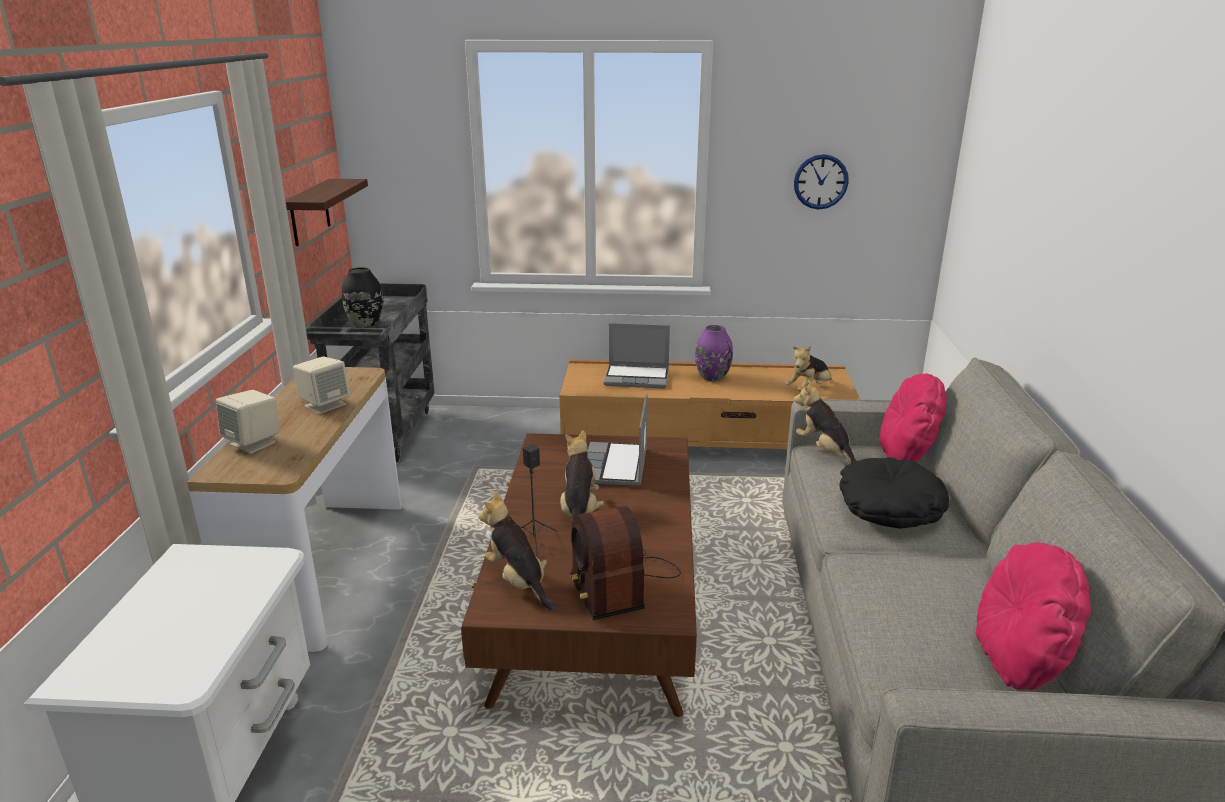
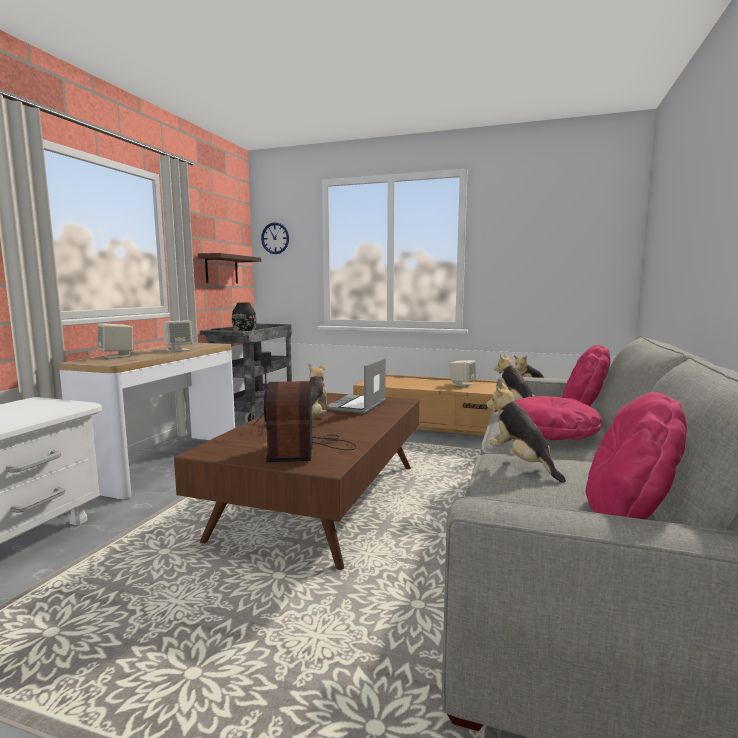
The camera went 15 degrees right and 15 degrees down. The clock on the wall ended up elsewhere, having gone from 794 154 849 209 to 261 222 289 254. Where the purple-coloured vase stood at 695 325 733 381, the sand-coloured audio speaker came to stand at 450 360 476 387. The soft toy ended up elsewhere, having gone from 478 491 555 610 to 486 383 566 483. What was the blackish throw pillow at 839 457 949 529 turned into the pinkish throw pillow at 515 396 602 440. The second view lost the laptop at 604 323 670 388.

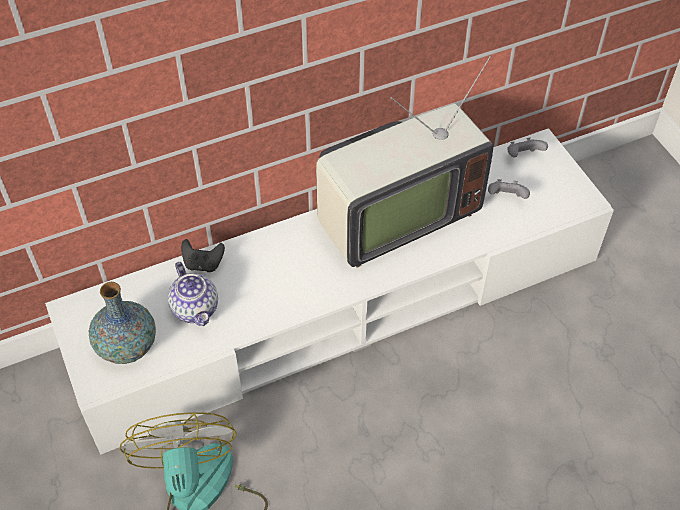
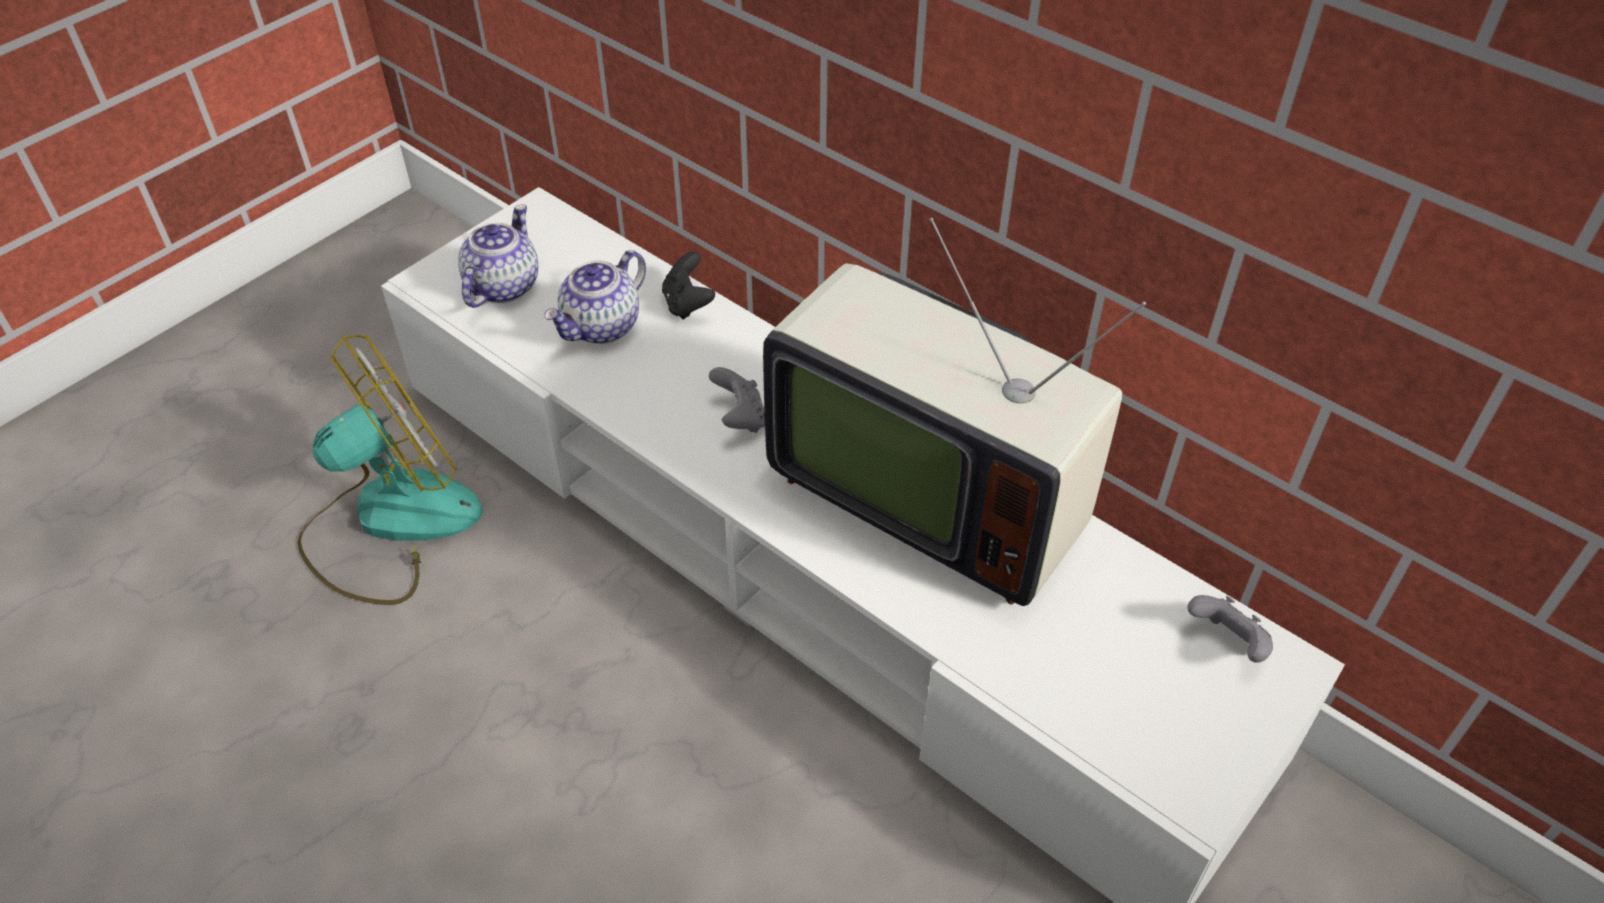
The camera went 65 degrees right and 5 degrees down. Where the vase stood at 89 282 156 364, the tea pot came to stand at 458 204 538 308. The gray gamepad ended up elsewhere, having gone from 488 179 530 199 to 709 367 765 433.

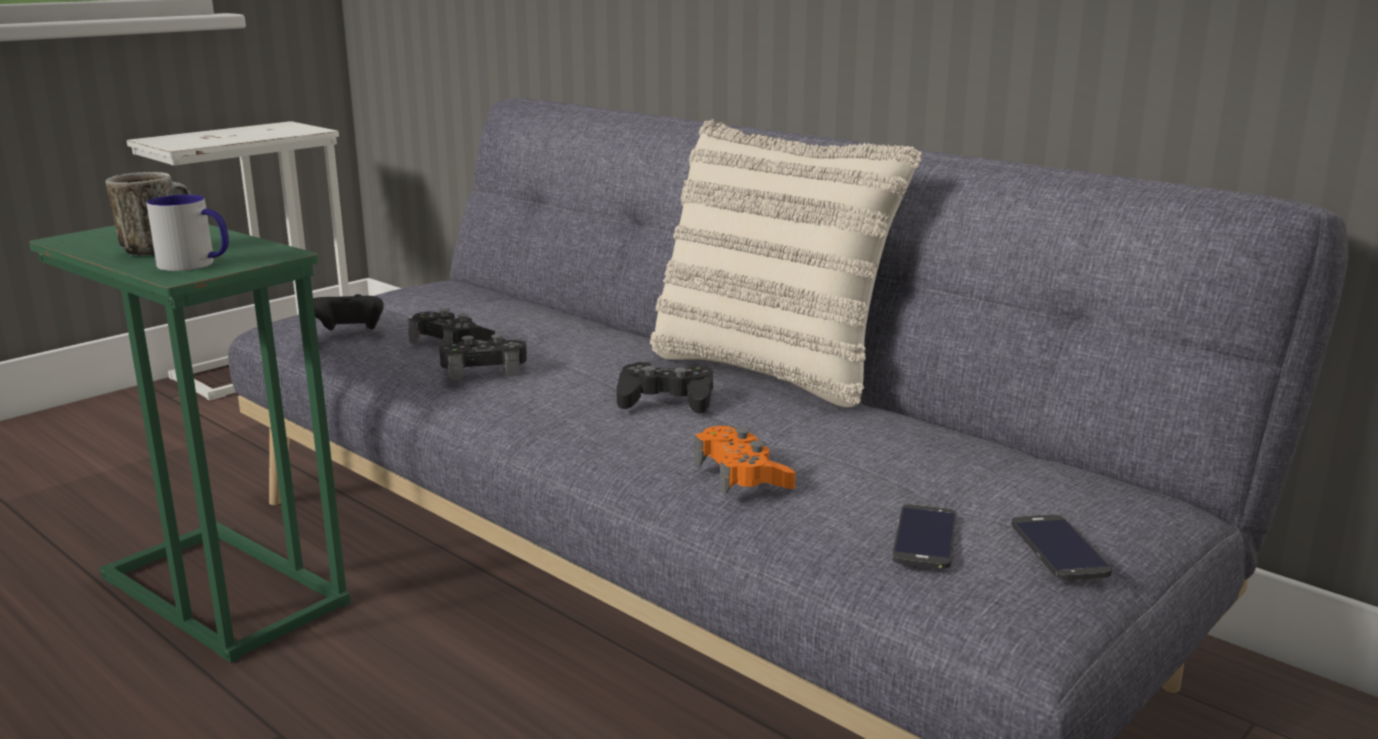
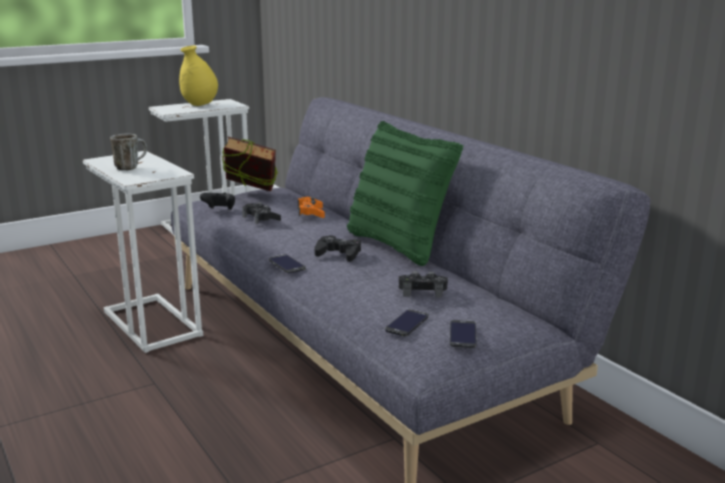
The camera went 15 degrees right and 0 degrees up. What was the green accent table at 29 225 351 663 turned into the white accent table at 83 151 203 353. The second view gained the yellow vase at 179 45 218 106. The second view gained the volume at 222 137 278 192. The second view gained the handset at 269 254 306 273. The orange-coloured gamepad ended up elsewhere, having gone from 694 426 795 495 to 298 197 325 218. What was the sand-coloured throw pillow at 650 119 922 407 turned into the green throw pillow at 347 121 464 266. The blackish gamepad ended up elsewhere, having gone from 439 334 527 380 to 399 271 448 298. The second view lost the mug at 146 194 229 271.

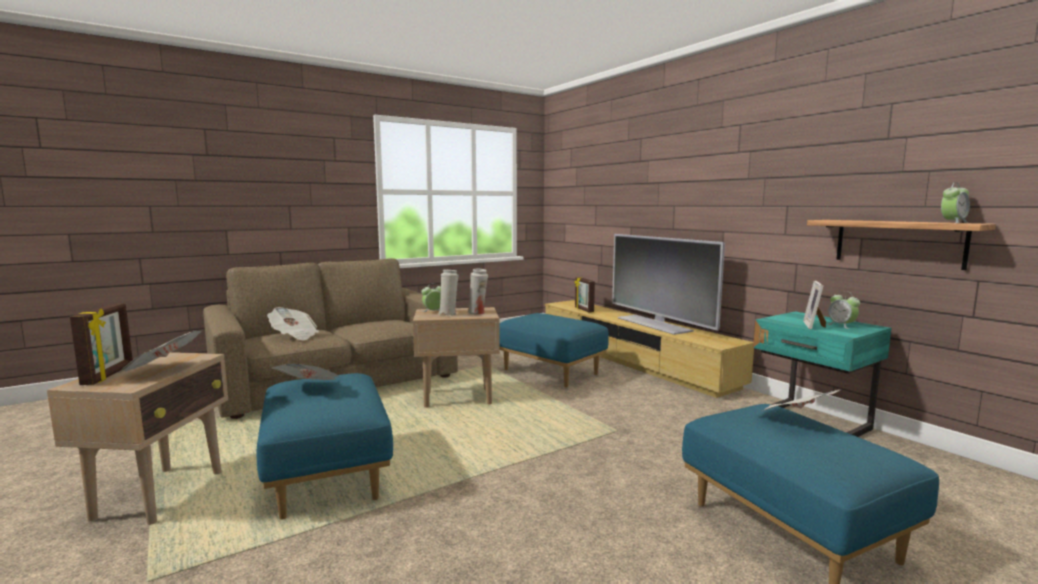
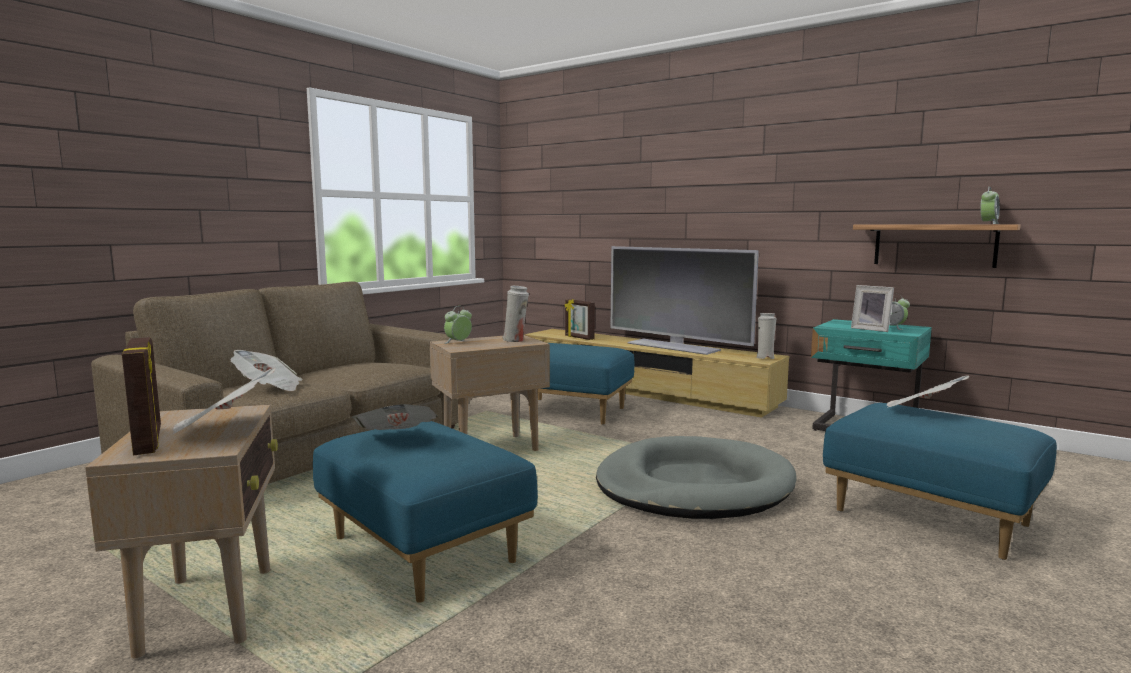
The camera went 20 degrees left and 0 degrees up. The second view gained the gray dog bed at 596 436 797 519. The white vase ended up elsewhere, having gone from 439 269 459 316 to 756 313 777 359. The photo frame at 803 281 826 329 ended up facing another way, 45 degrees counterclockwise from before.

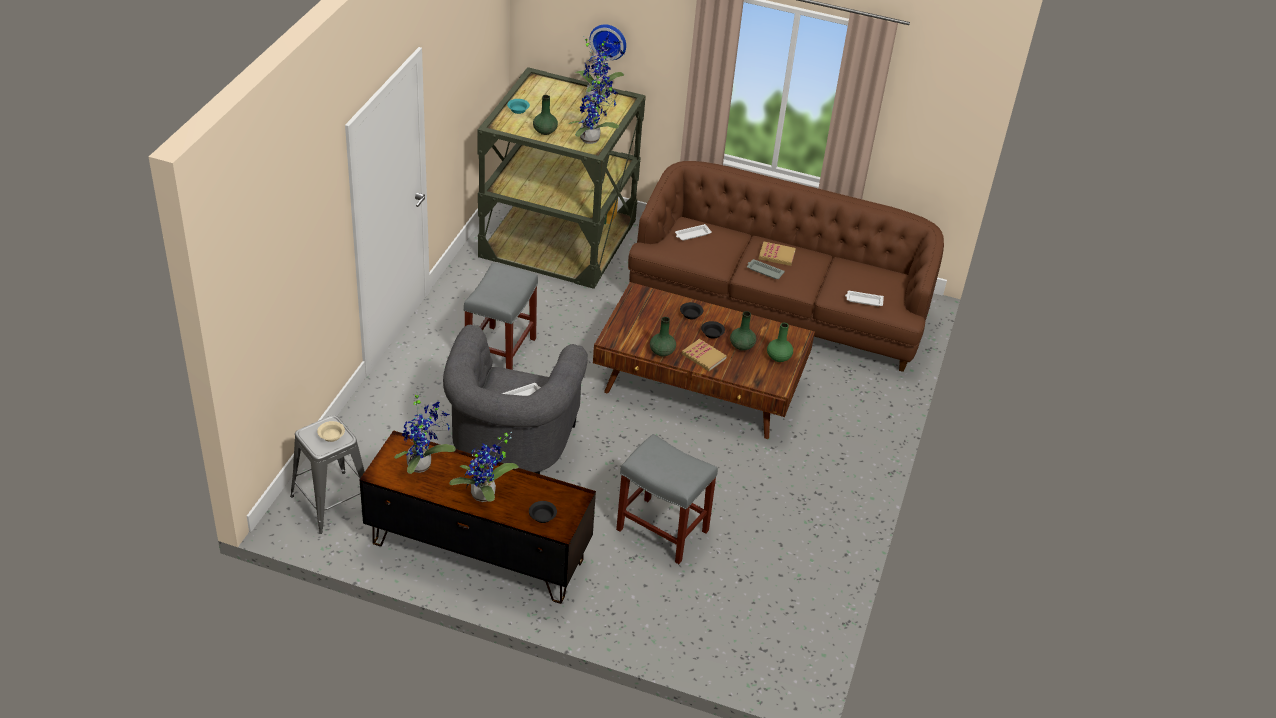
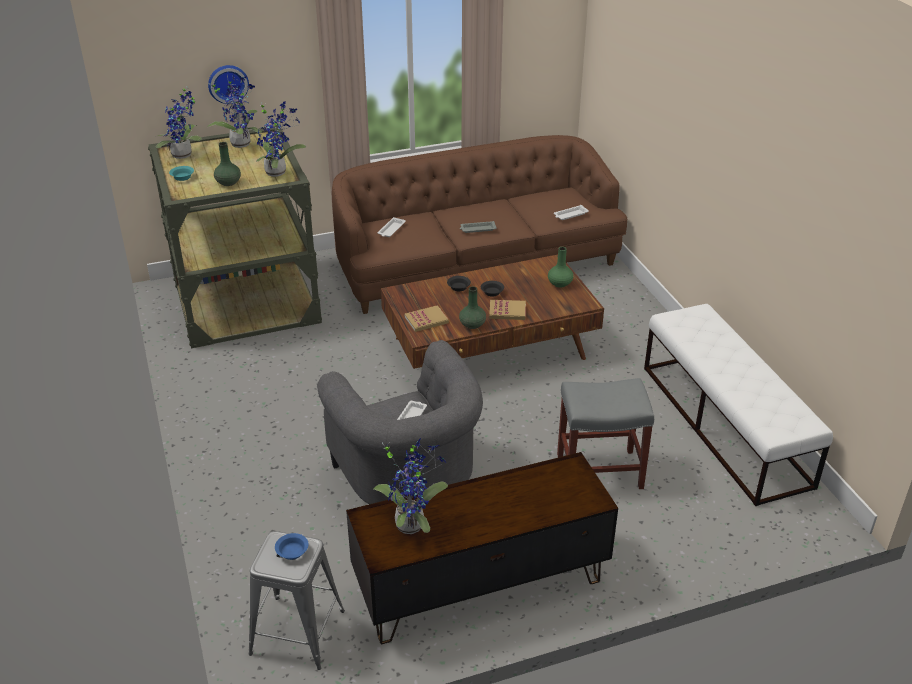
The camera went 35 degrees left and 5 degrees down. The potted plant ended up elsewhere, having gone from 449 432 519 502 to 155 86 202 159. What was the sand-coloured deep dish at 317 421 345 442 turned into the blue-coloured deep dish at 275 533 309 560. The volume ended up elsewhere, having gone from 759 242 796 266 to 405 305 449 332. The second view gained the white indoor bench at 644 304 833 506. The second view lost the gray sitting stool at 463 263 538 370. The second view lost the blackish deep dish at 529 501 557 523. The second view lost the green vase at 730 311 756 351.

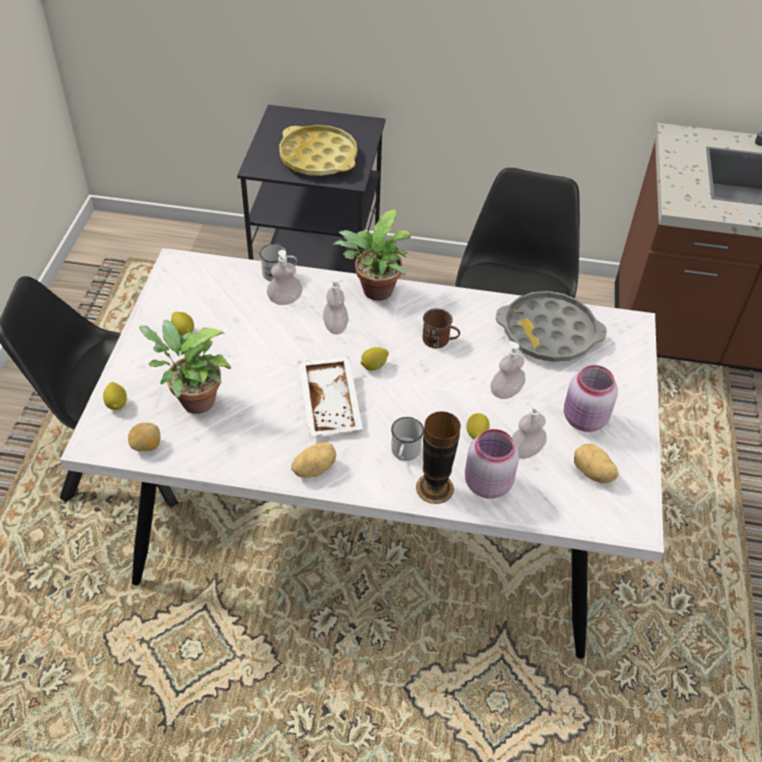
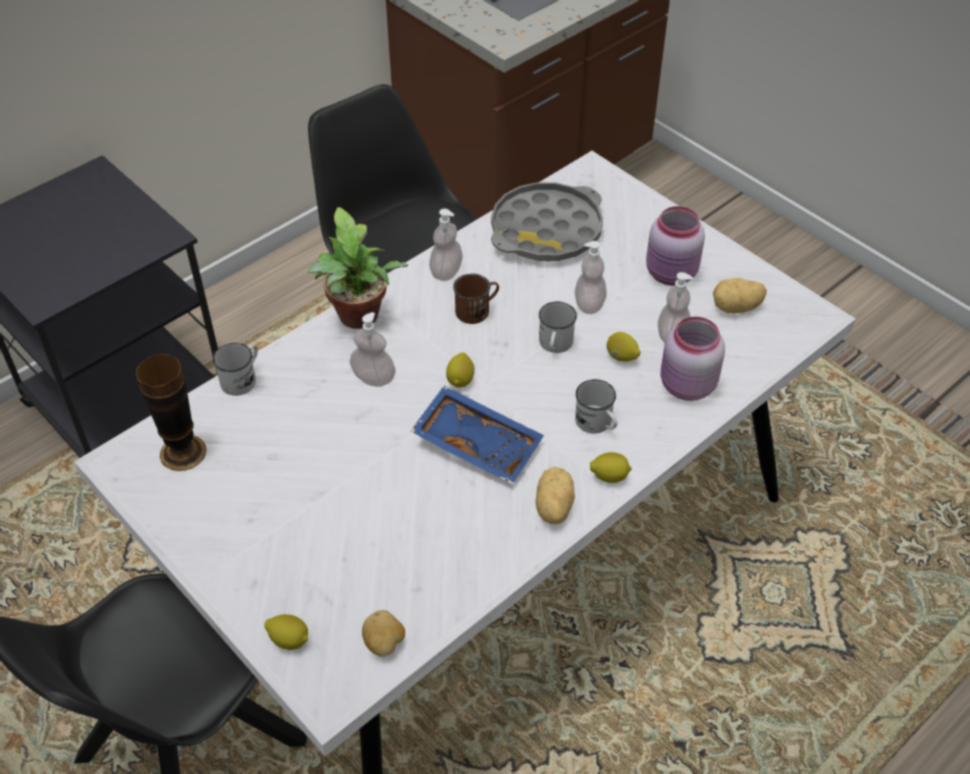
The camera went 50 degrees left and 0 degrees up. The vase ended up elsewhere, having gone from 416 411 461 504 to 136 354 207 471. What was the white serving tray at 299 356 363 436 turned into the blue-coloured serving tray at 411 385 544 485. The soap bottle ended up elsewhere, having gone from 267 250 303 305 to 429 209 463 281. The second view gained the white mug at 539 302 577 353. The whole lemon ended up elsewhere, having gone from 171 312 194 336 to 590 452 632 483. The second view lost the potted plant at 139 320 231 414. The second view lost the yellow serving tray at 279 125 357 176.

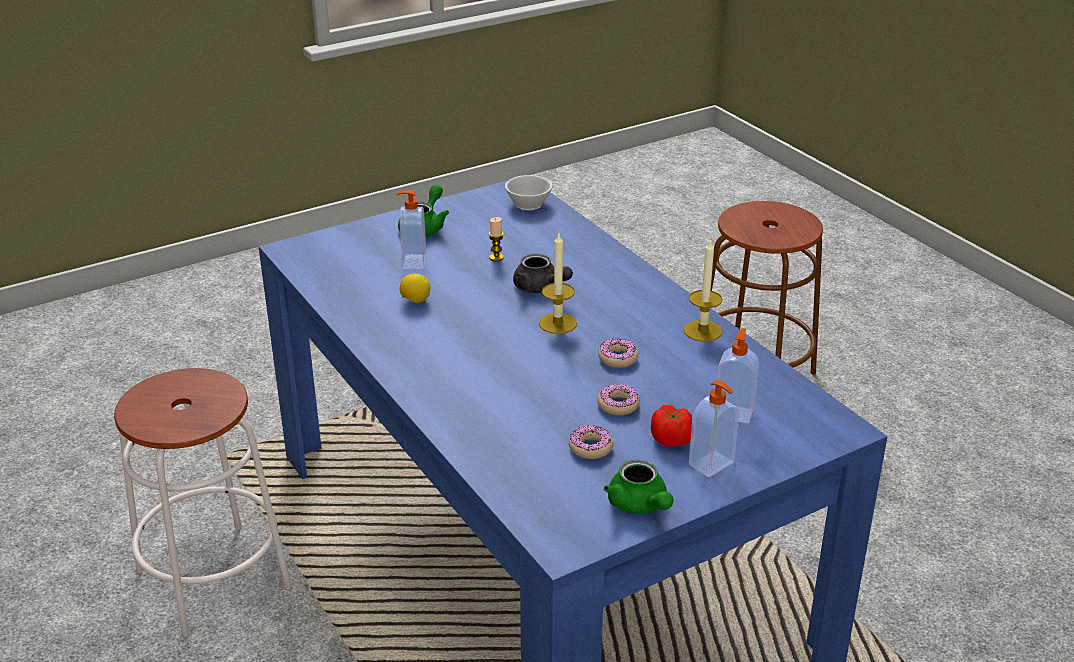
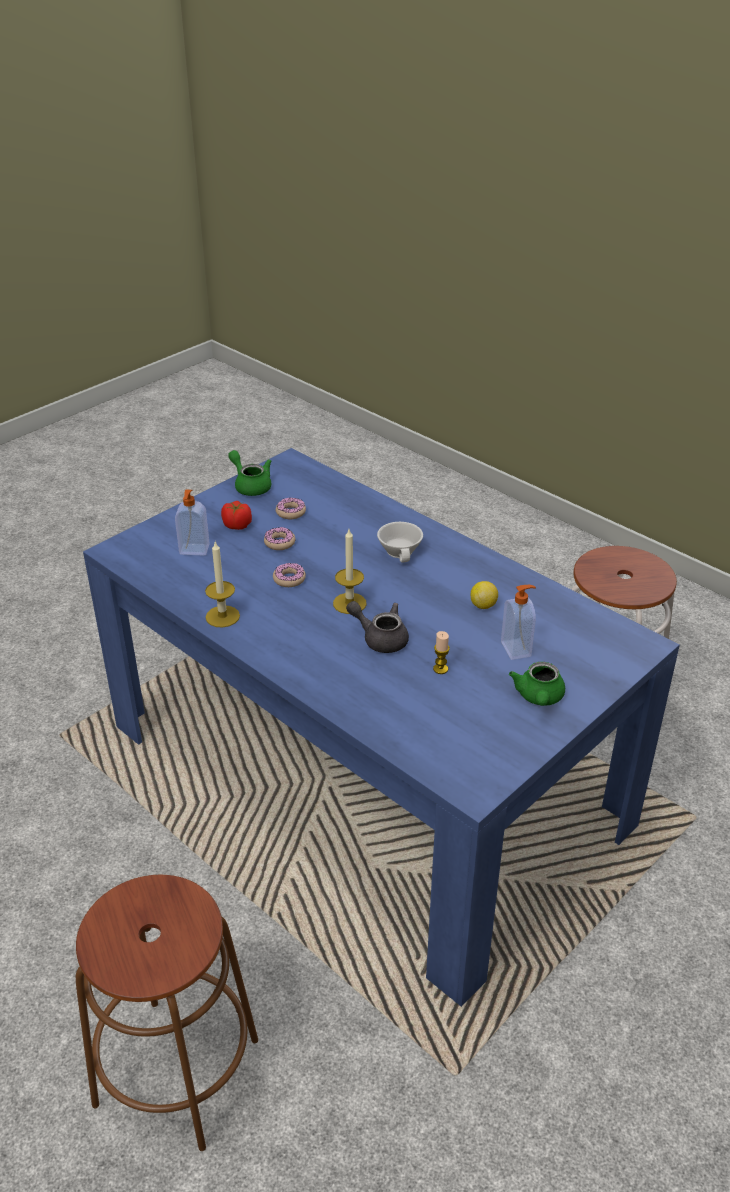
The camera went 165 degrees right and 5 degrees up. The white small cup ended up elsewhere, having gone from 505 175 552 210 to 377 522 423 563. The second view lost the soap bottle at 689 380 739 477.

